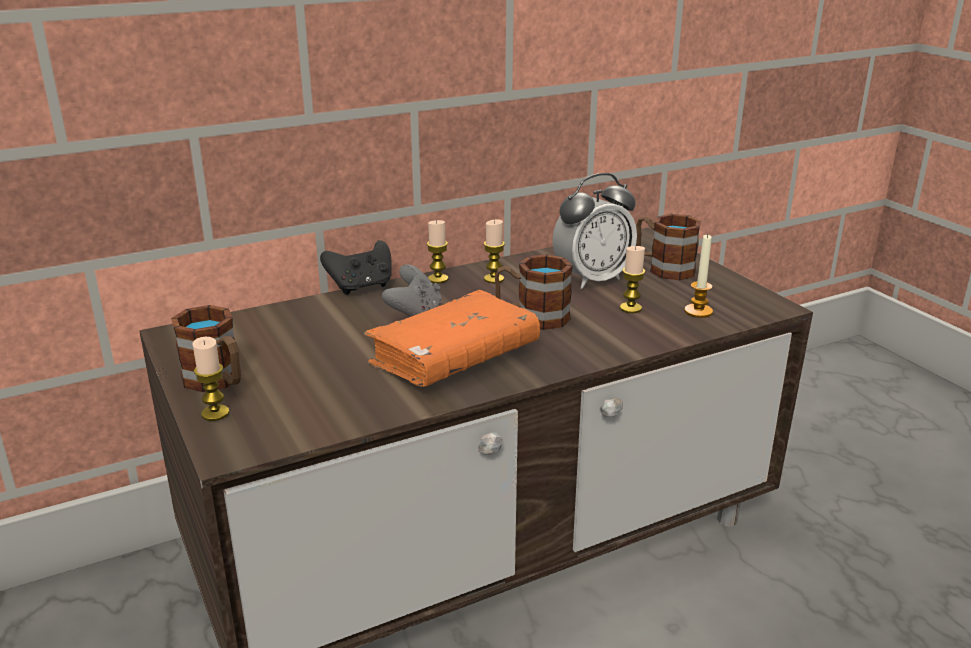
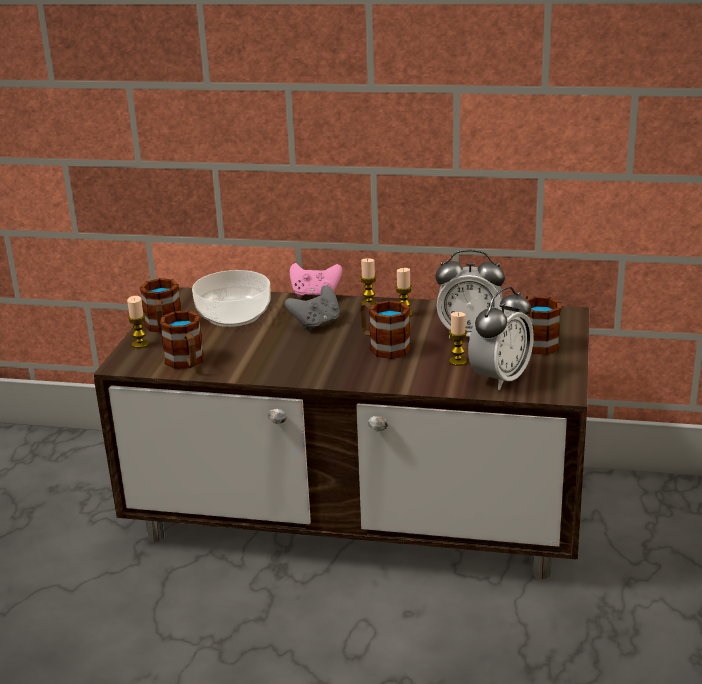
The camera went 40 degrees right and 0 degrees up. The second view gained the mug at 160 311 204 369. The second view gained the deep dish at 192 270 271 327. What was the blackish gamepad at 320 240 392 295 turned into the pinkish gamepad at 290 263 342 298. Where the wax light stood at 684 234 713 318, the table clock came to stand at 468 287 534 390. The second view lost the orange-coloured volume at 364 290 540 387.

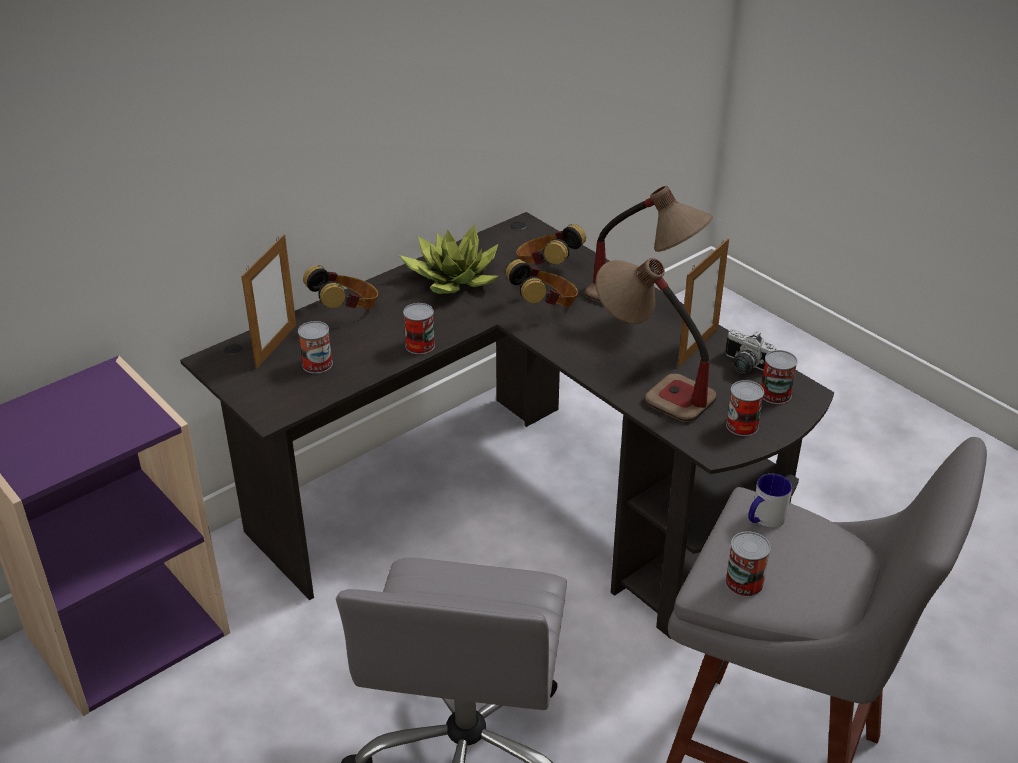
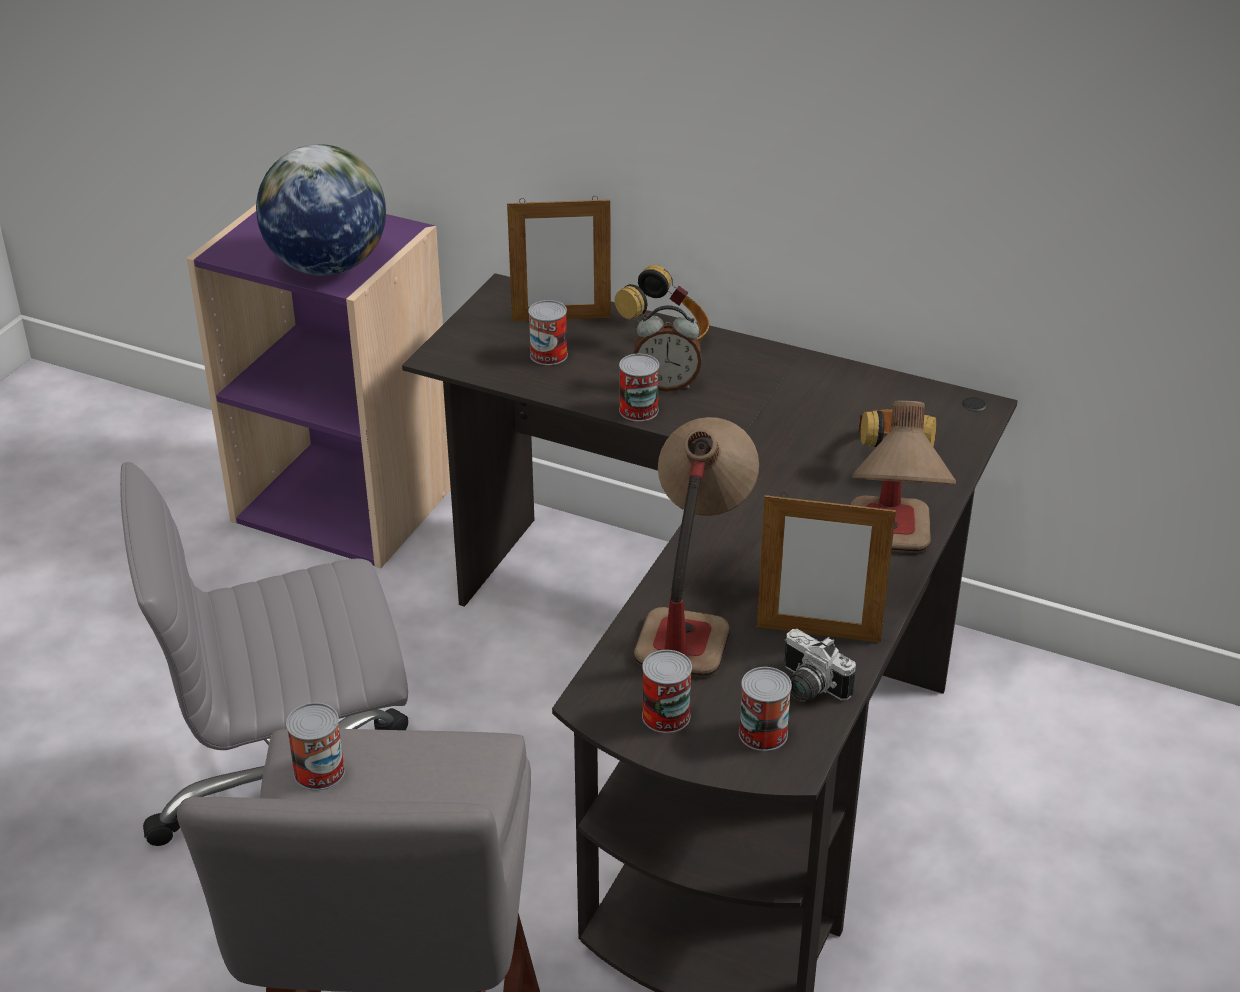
The camera went 65 degrees right and 0 degrees up. The second view gained the globe at 256 144 386 276. The second view gained the table clock at 634 305 702 392. The still camera at 726 330 776 373 ended up facing another way, 60 degrees counterclockwise from before. The second view lost the potted plant at 399 224 498 294. The second view lost the headset at 505 259 578 307. The second view lost the mug at 748 474 792 528.

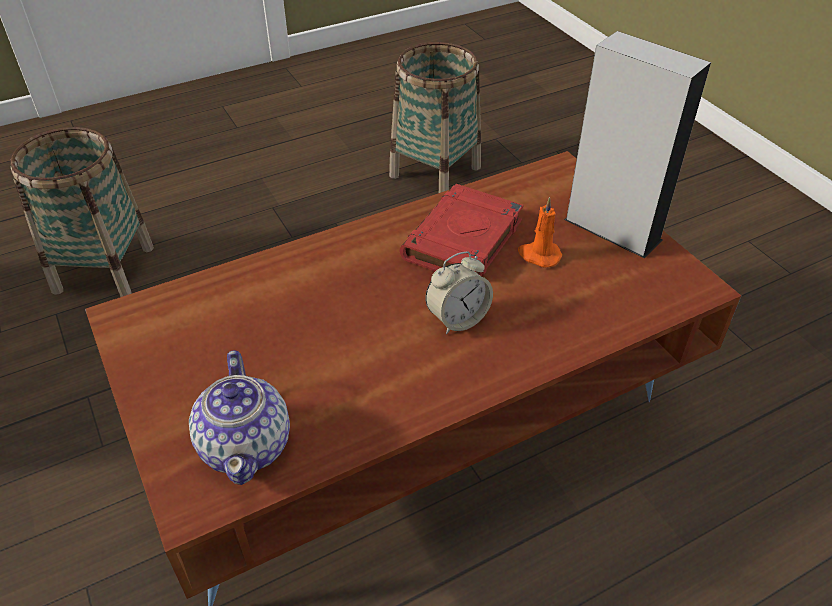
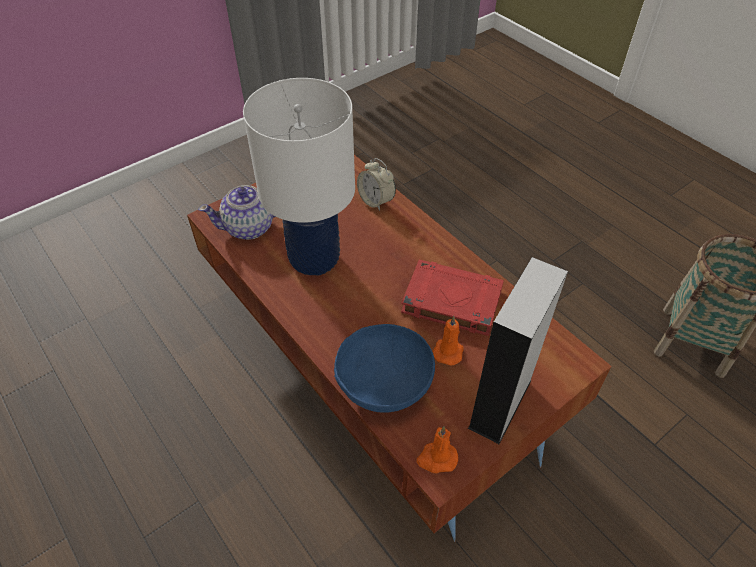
The camera went 80 degrees right and 5 degrees up. The second view gained the white lamp for a table at 243 78 355 275. The second view gained the blue-coloured deep dish at 334 324 435 413. The table clock ended up elsewhere, having gone from 426 251 493 334 to 357 158 396 211. The second view gained the orange-coloured wax light at 417 426 458 473. The second view lost the household basket at 11 127 154 297.

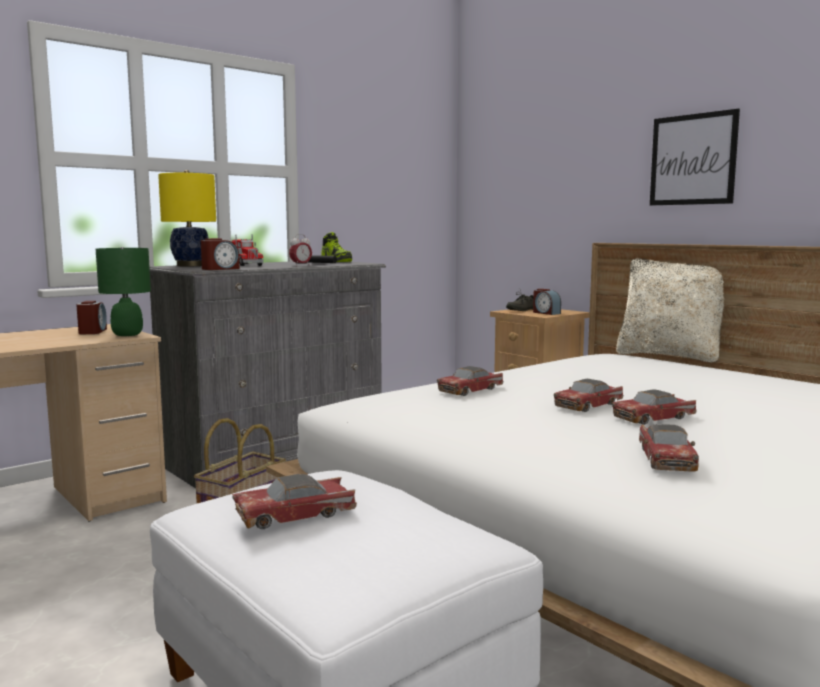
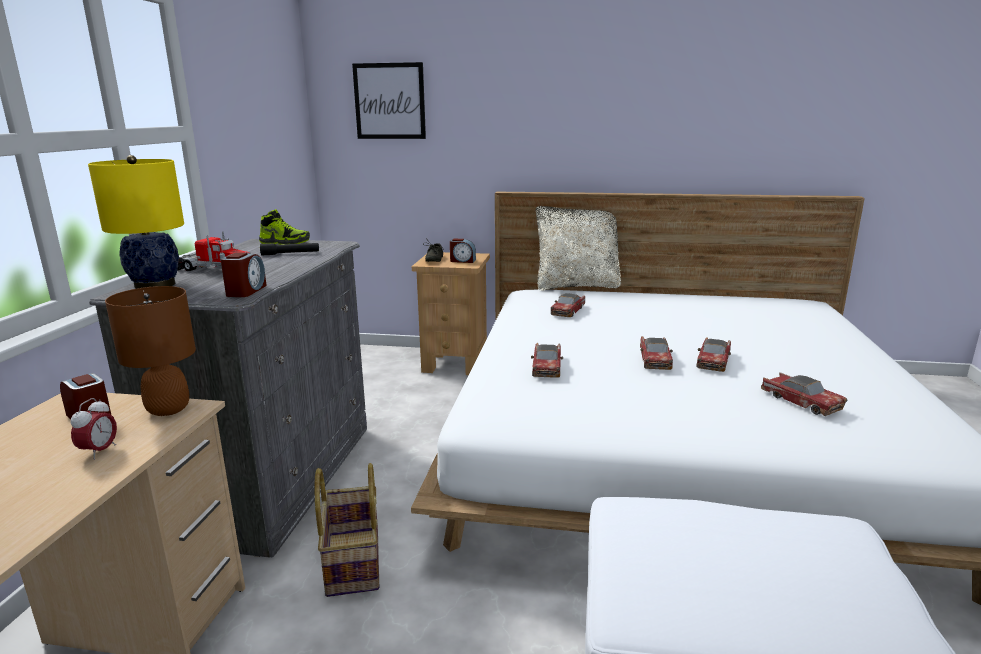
The camera went 40 degrees left and 10 degrees up. The table clock ended up elsewhere, having gone from 289 234 312 266 to 71 398 117 460. What was the green lamp for a table at 96 247 151 336 turned into the brownish lamp for a table at 105 286 196 416. The picture ended up elsewhere, having gone from 650 109 740 205 to 352 62 426 139. The miniature car ended up elsewhere, having gone from 232 474 357 529 to 551 293 585 317.

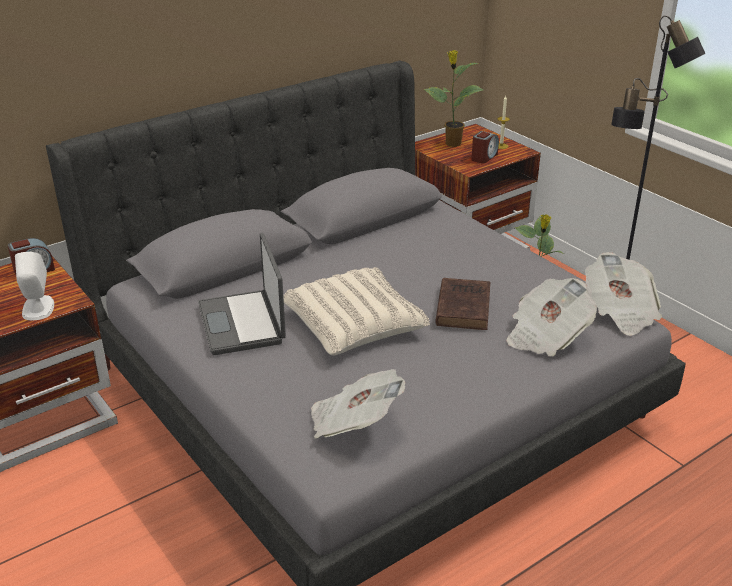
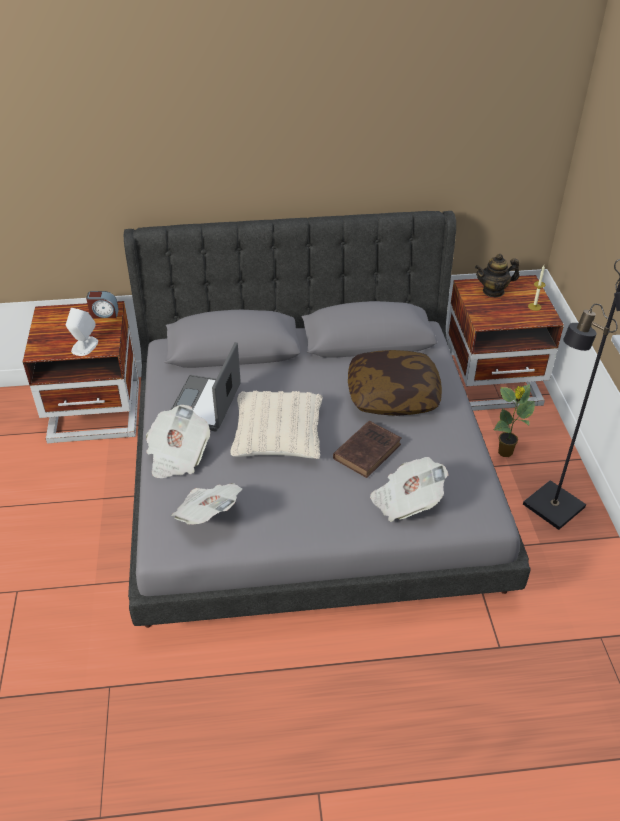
The camera went 30 degrees right and 10 degrees up. The printed paper ended up elsewhere, having gone from 585 252 662 336 to 146 405 210 478. The second view gained the throw pillow at 348 350 442 416. Where the potted plant stood at 424 50 484 147, the tea pot came to stand at 475 254 519 297. The second view lost the table clock at 471 131 499 163.

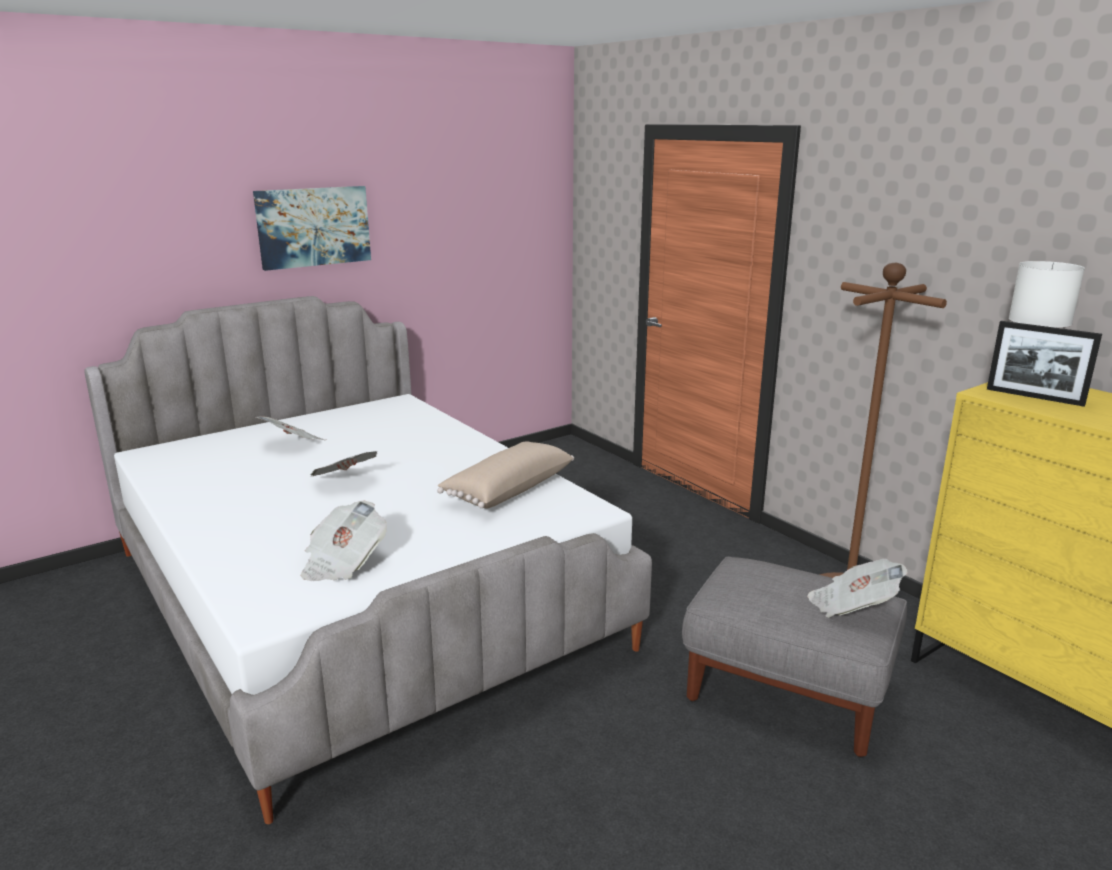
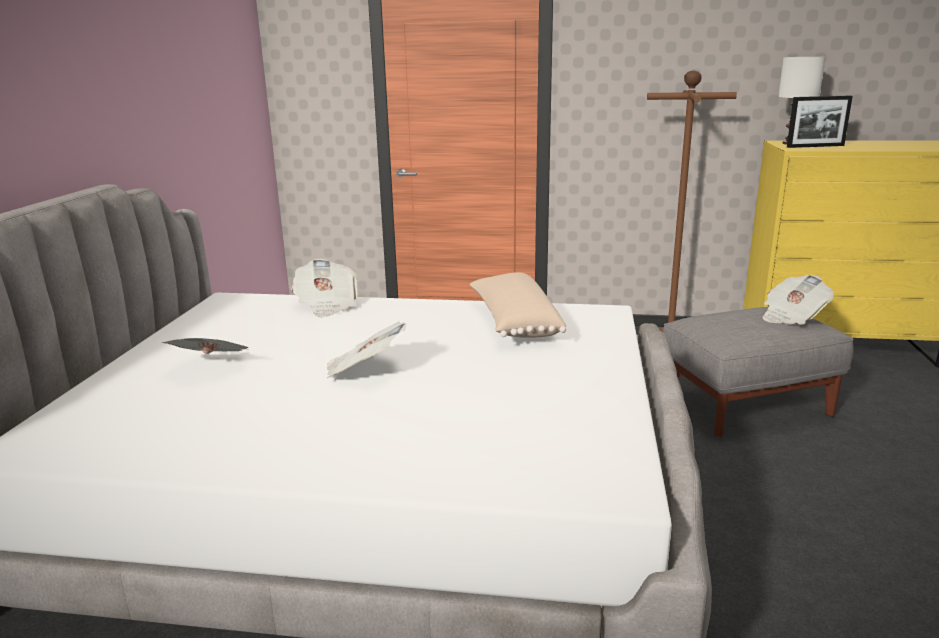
The camera went 45 degrees left and 0 degrees up. The printed paper ended up elsewhere, having gone from 301 501 387 581 to 291 259 358 317. The second view lost the picture at 253 186 371 271.

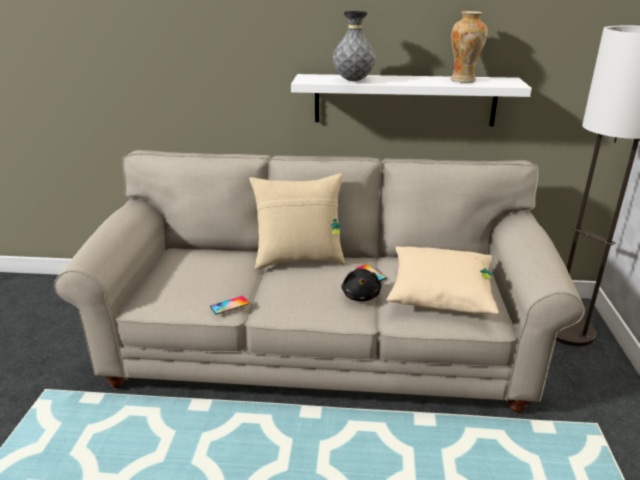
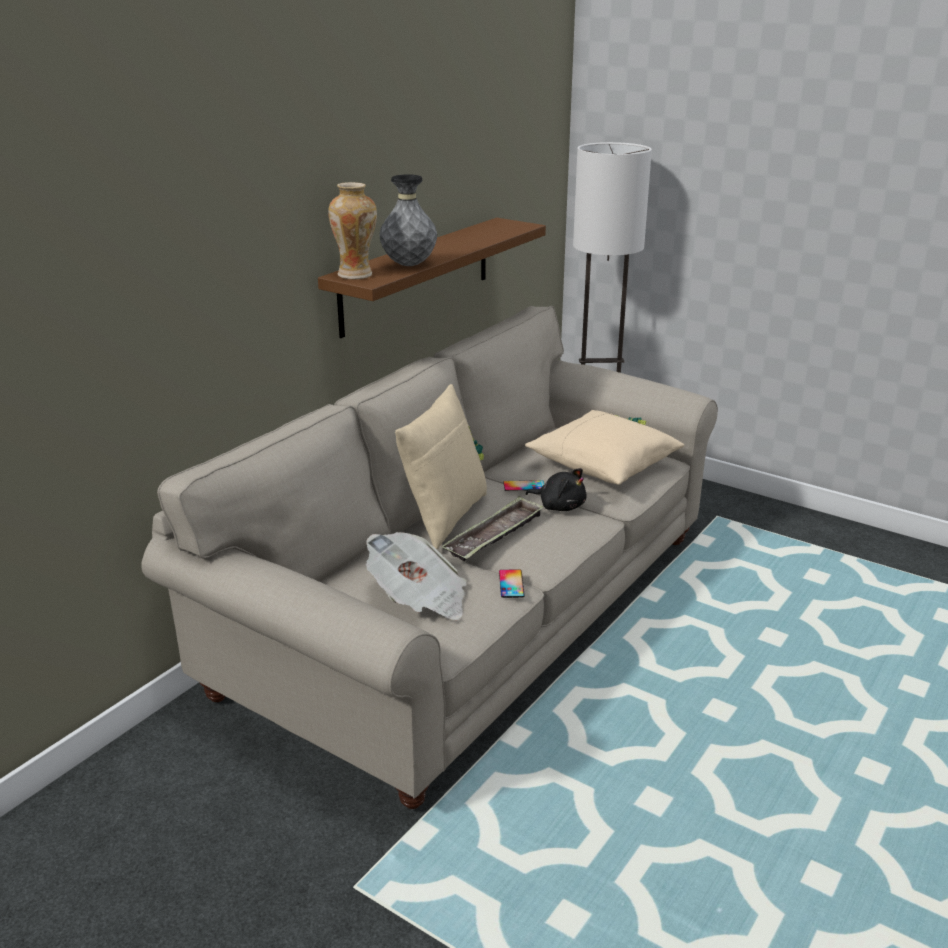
The camera went 60 degrees left and 0 degrees up. What was the white wall shelf at 291 74 532 126 turned into the brownish wall shelf at 318 218 546 338. The vase ended up elsewhere, having gone from 451 11 488 83 to 328 182 377 279. The second view gained the printed paper at 366 532 467 620. The second view gained the serving tray at 441 496 544 561.

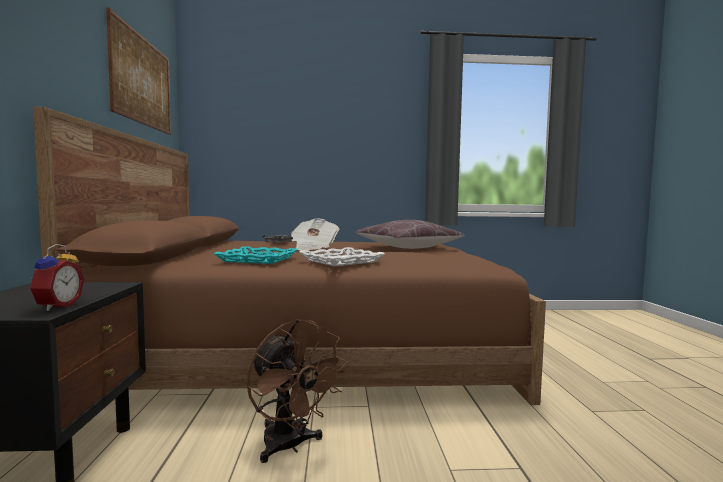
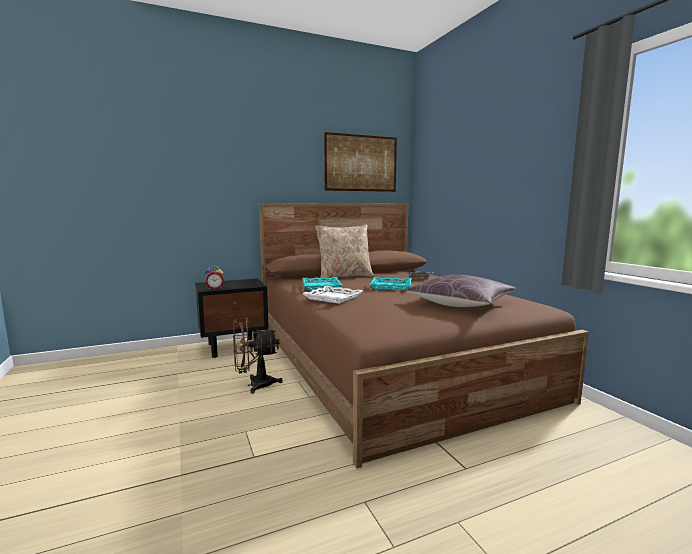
The camera went 70 degrees right and 5 degrees up. The brownish electric fan at 247 319 348 463 ended up facing another way, 45 degrees clockwise from before. The second view gained the sand-coloured throw pillow at 315 225 374 280. Where the printed paper stood at 291 218 339 251, the blue-green serving tray came to stand at 369 277 412 290.

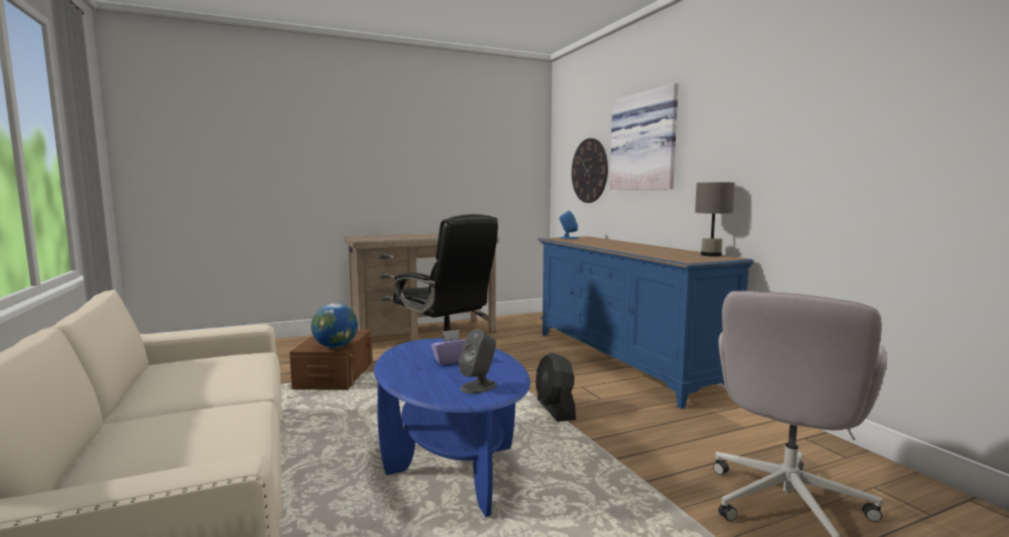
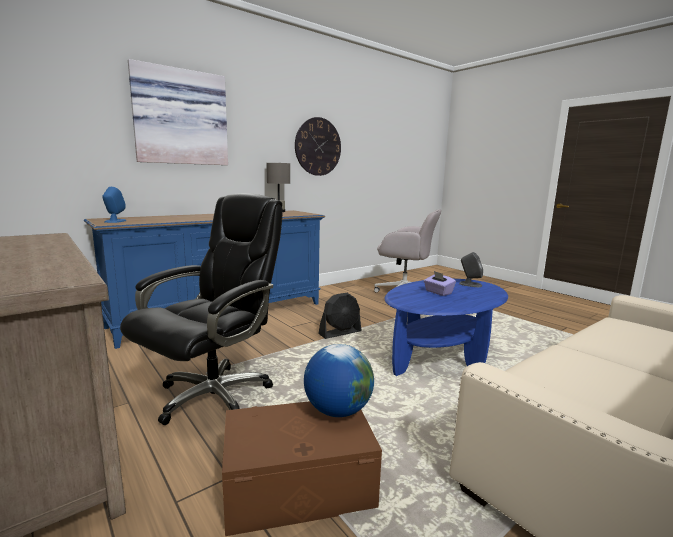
The camera went 105 degrees left and 5 degrees up. The clock on the wall ended up elsewhere, having gone from 572 138 608 203 to 295 117 341 176.

